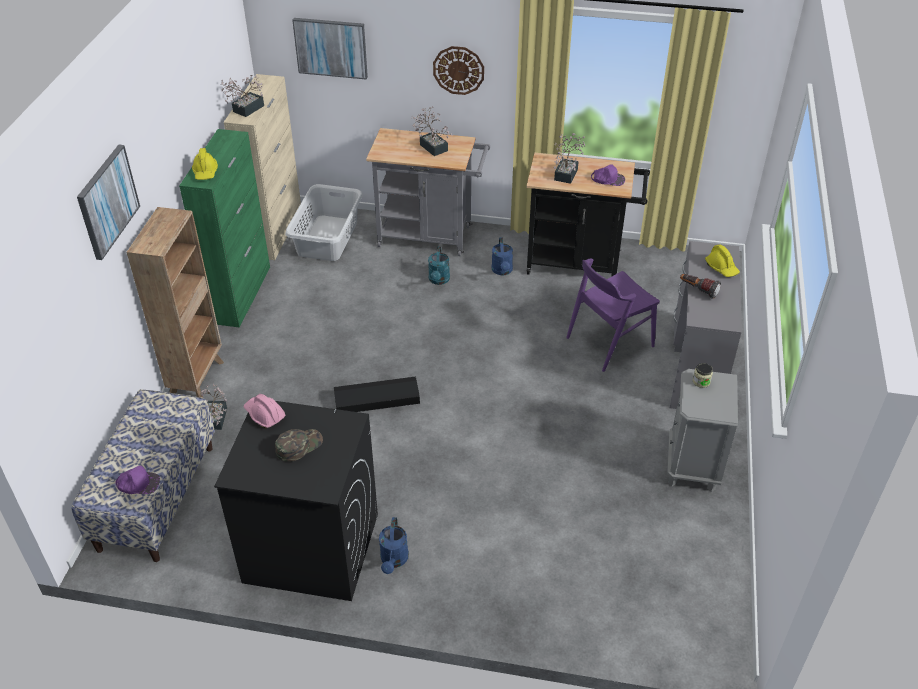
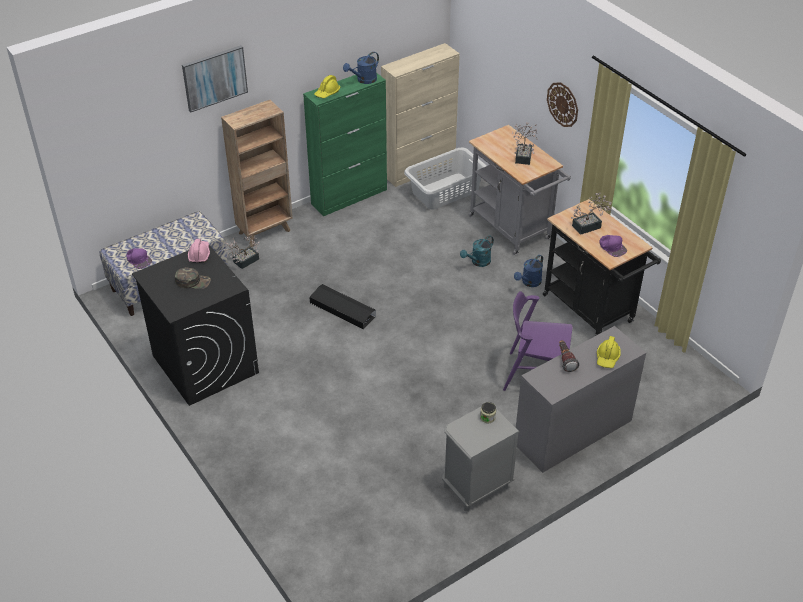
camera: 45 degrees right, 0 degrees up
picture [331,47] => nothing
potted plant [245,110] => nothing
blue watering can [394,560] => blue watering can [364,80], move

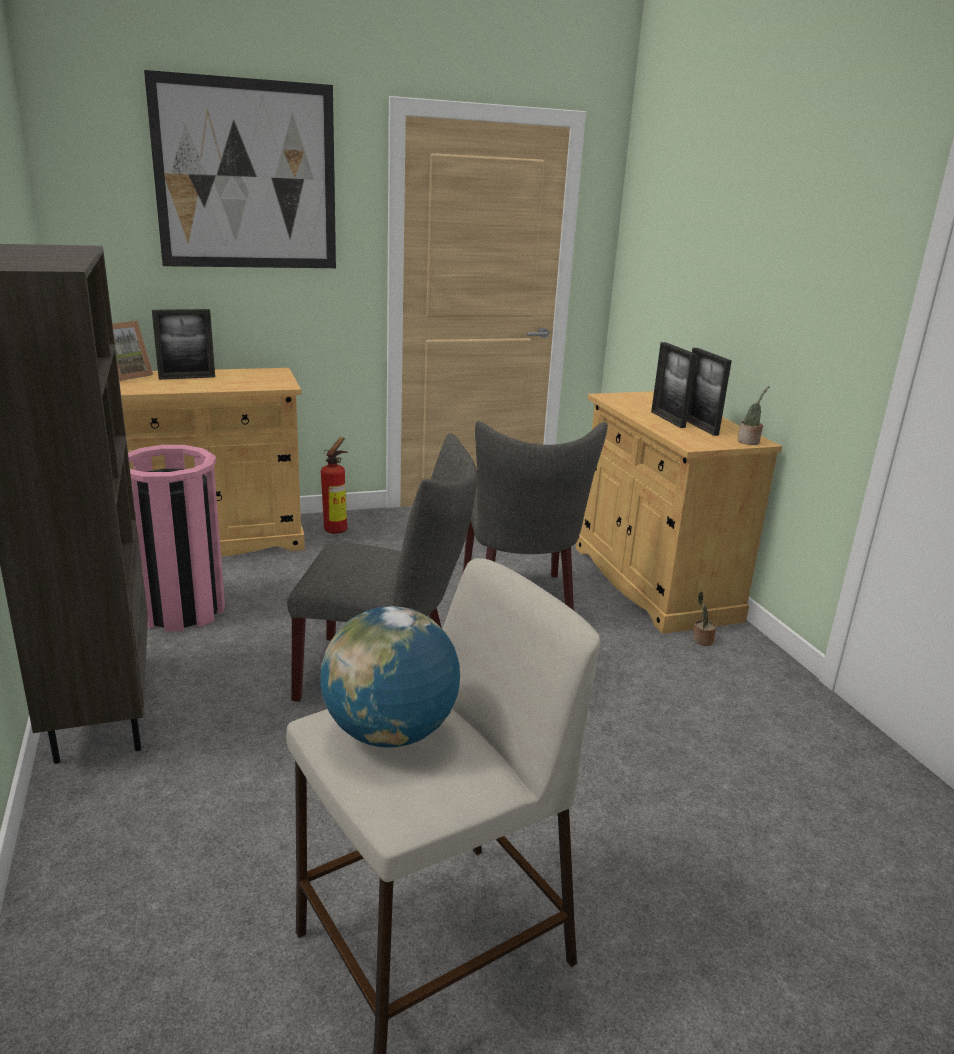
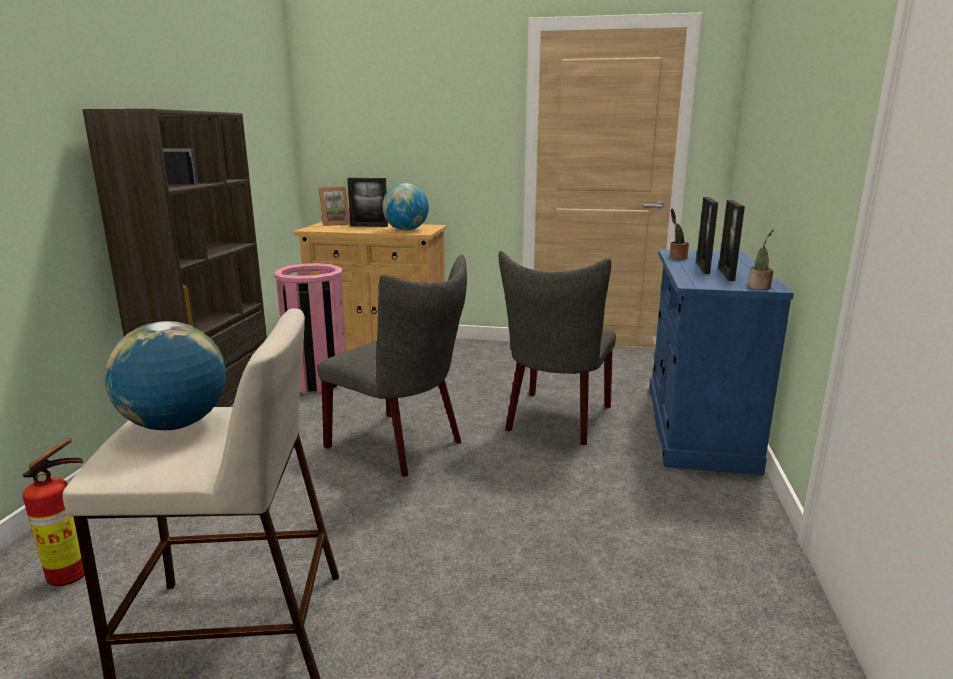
camera: 30 degrees right, 5 degrees down
picture [246,176] => nothing
beige cabinet [653,582] => blue cabinet [697,427]
fire extinguisher [338,529] => fire extinguisher [75,574], move
potted plant [701,640] => potted plant [676,258], move
nothing => globe [406,230]

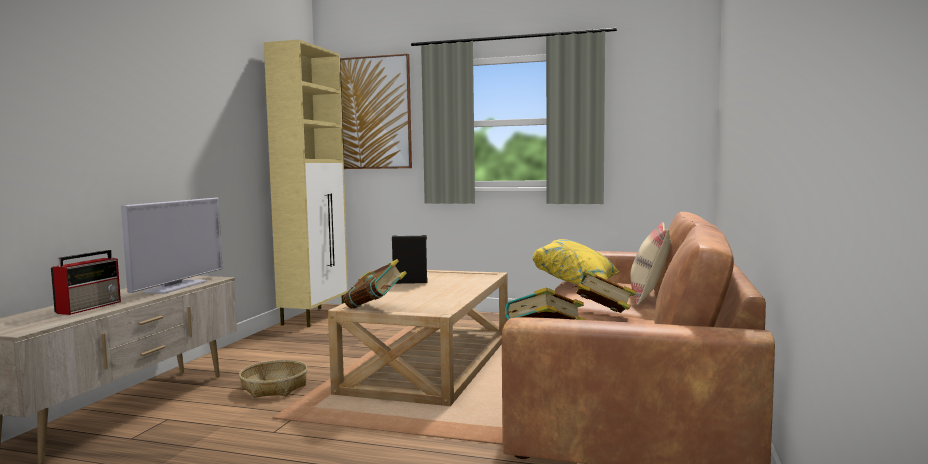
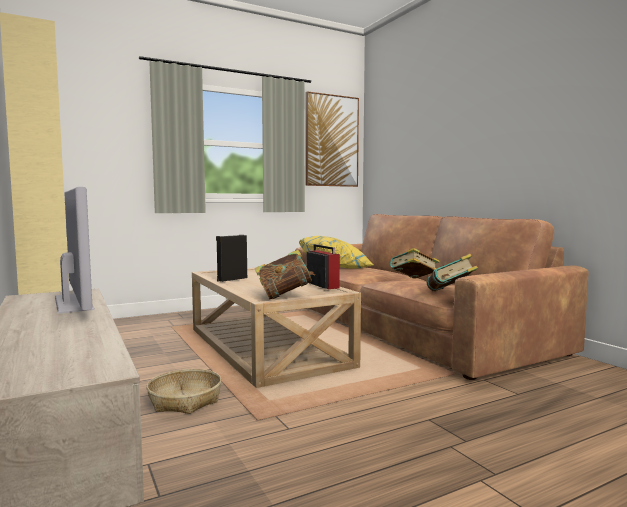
camera: 45 degrees left, 0 degrees up
picture [376,113] => picture [331,141], move
beige pillow [649,297] => nothing
radio [90,307] => radio [322,285], move

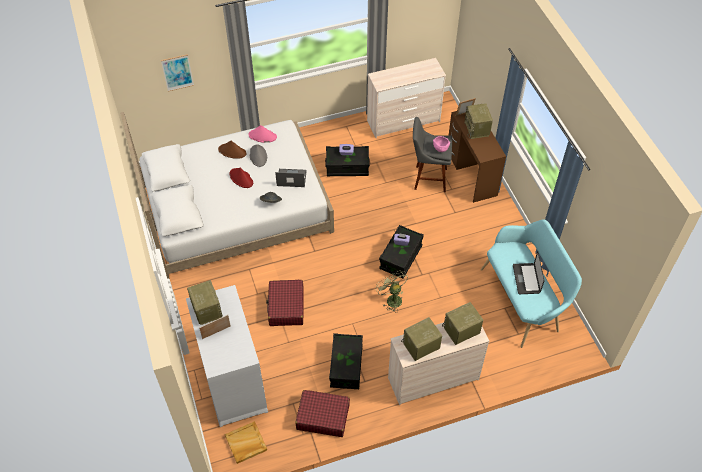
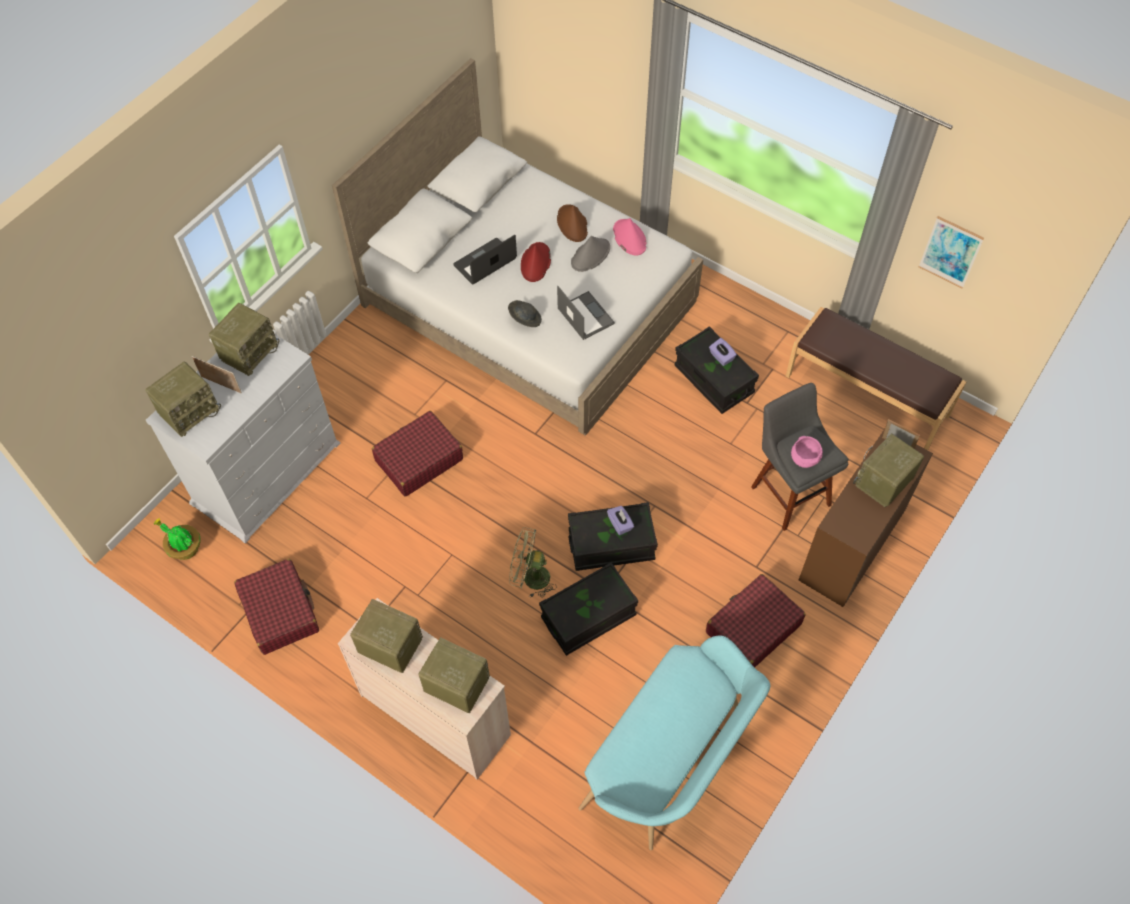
camera: 55 degrees right, 5 degrees up
picture [177,72] => picture [950,252], move
beige dresser [403,121] => brown bench [867,394]
laptop [526,279] => laptop [485,262], move
green fan [391,299] => green fan [530,578], 105 degrees counterclockwise
black storage box [346,366] => black storage box [588,617], move
beige tray [246,443] => potted plant [184,548]
nothing => radio [190,411]
nothing => red suitcase [752,628]

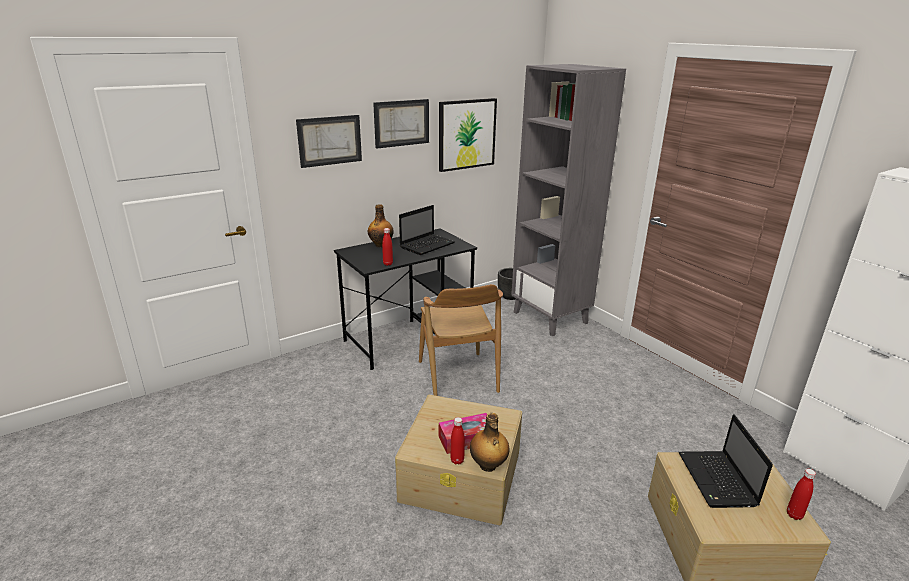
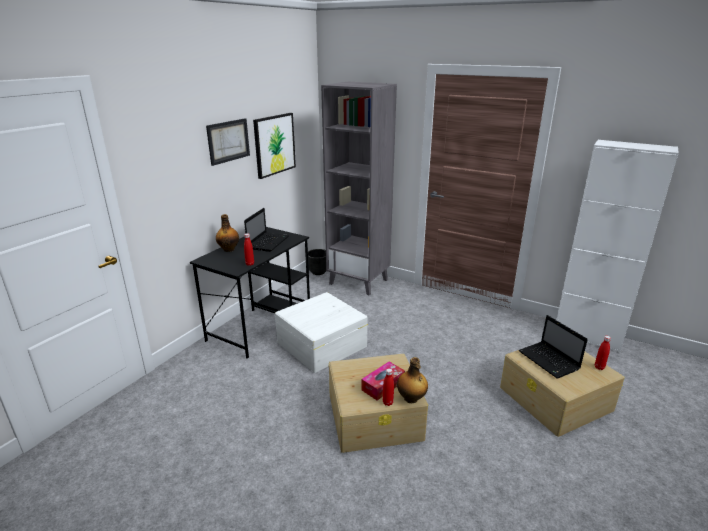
camera: 25 degrees left, 0 degrees up
picture [329,140] => nothing
brown chair [457,376] => white storage box [321,344]

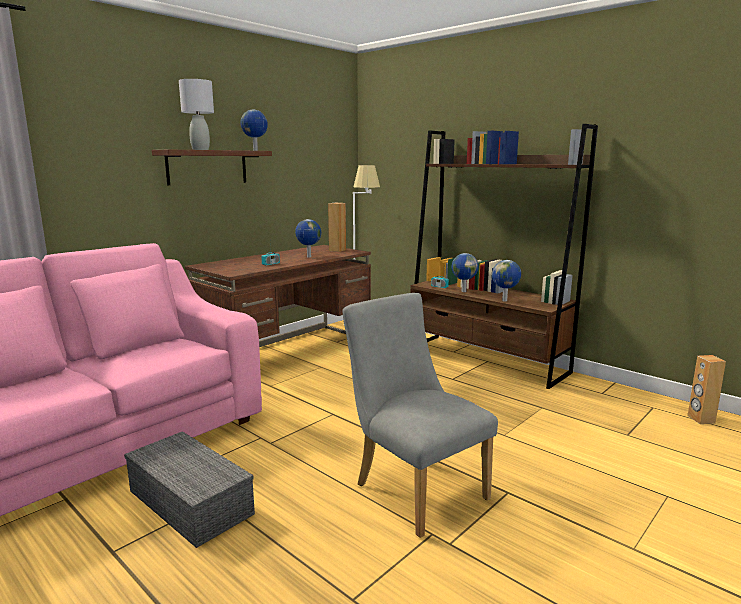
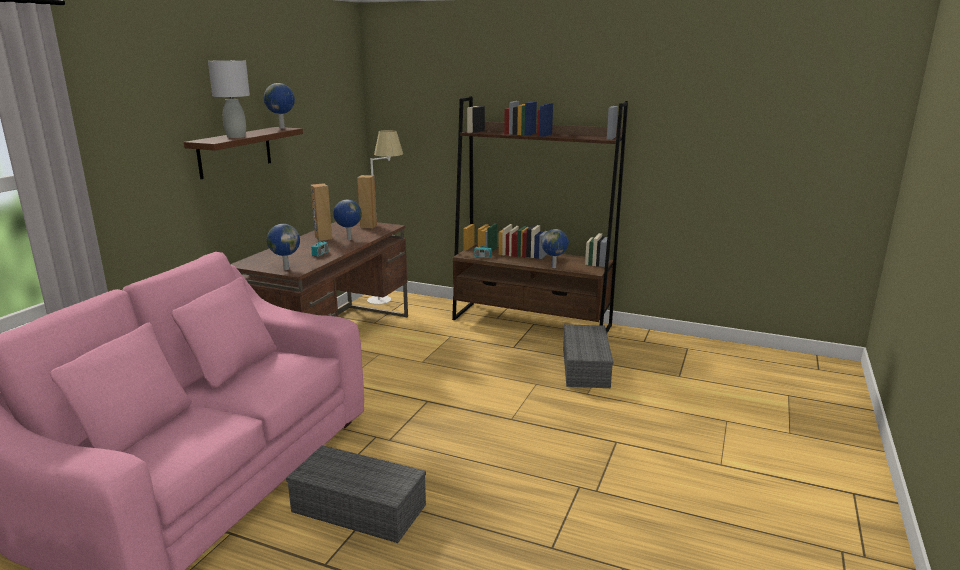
camera: 20 degrees left, 5 degrees up
globe [463,291] => globe [286,269], move
grey chair [414,488] => nothing
brown speaker [700,419] => brown speaker [323,238], move
nothing => grey storage box [584,366]

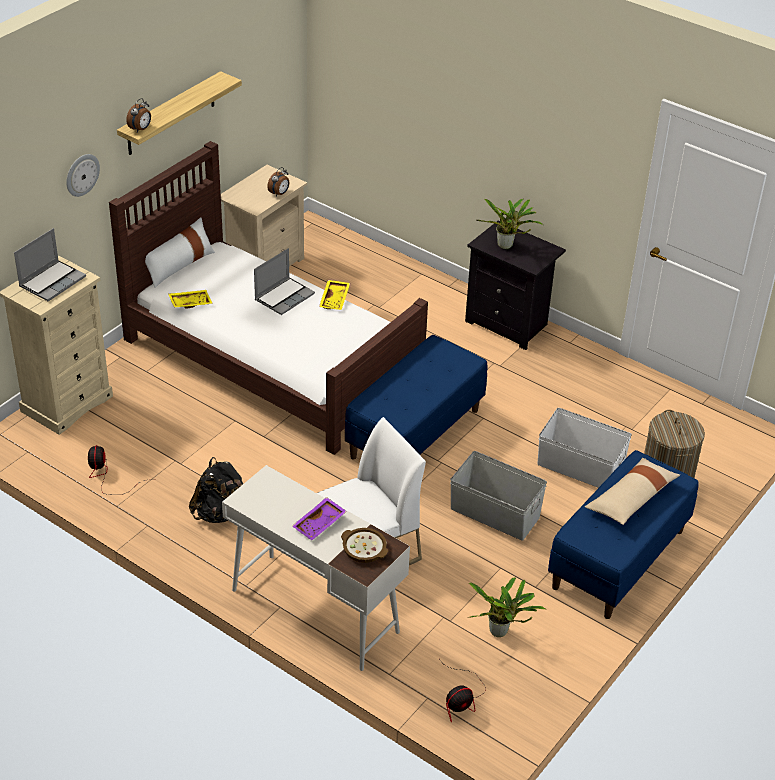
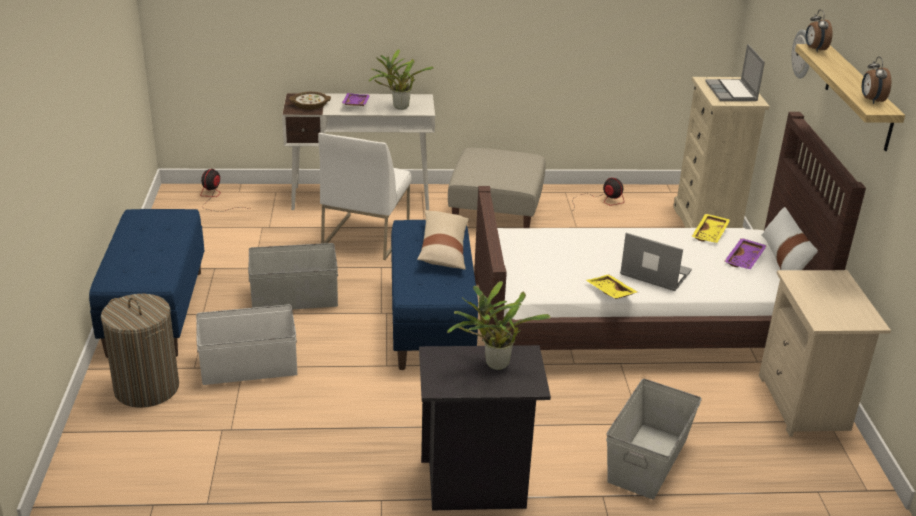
camera: 140 degrees right, 10 degrees down
alarm clock [279,194] => alarm clock [871,100], move
laptop [284,296] => laptop [654,274], 120 degrees clockwise
black backpack [220,513] => beige ottoman [496,215]
beige pillow [631,499] => beige pillow [443,249], move
potted plant [501,633] => potted plant [398,107], move
nothing => purple tray [745,260]
nothing => grey storage box [647,460]

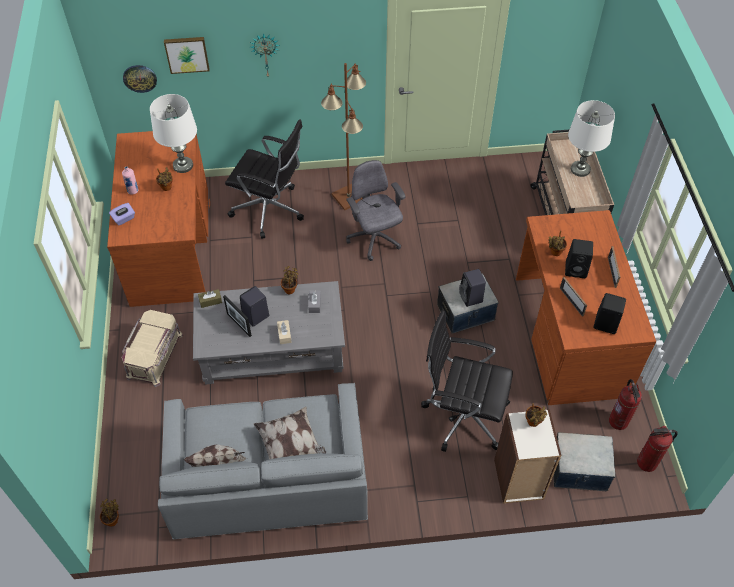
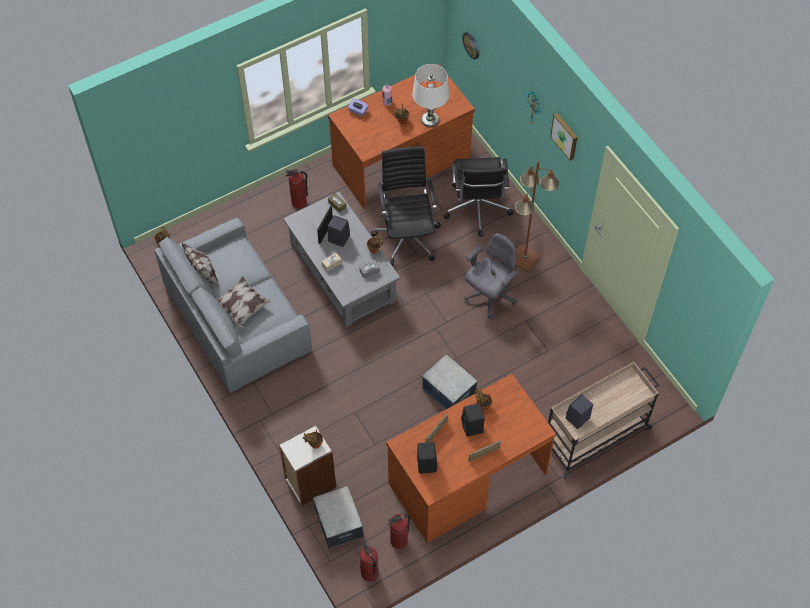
camera: 65 degrees right, 5 degrees up
picture [187,54] => picture [565,136], move
white table lamp [580,169] => nothing
black speaker [471,298] => black speaker [577,419], move
beige storage box [155,356] => fire extinguisher [299,202]
black office chair [462,415] => black office chair [407,236], move

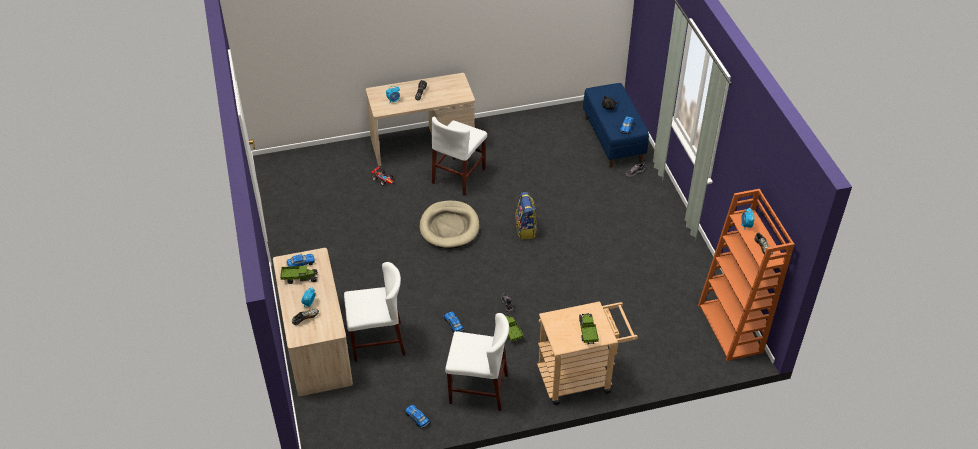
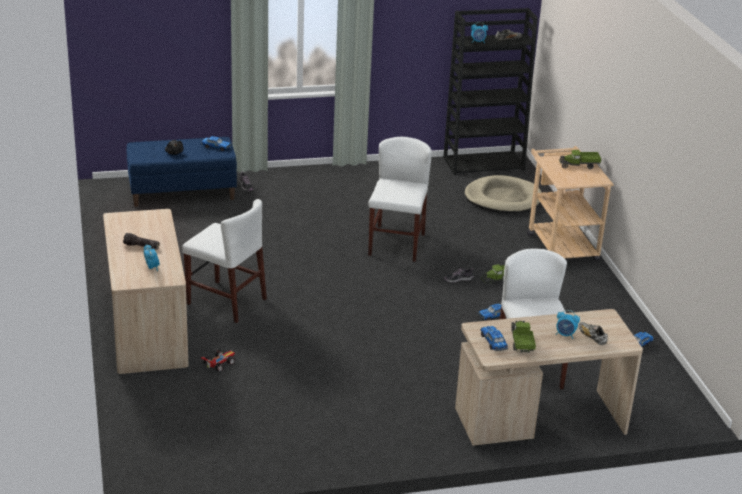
camera: 90 degrees left, 15 degrees down
orange bookcase [731,329] => black bookcase [484,163]
backpack [526,229] => nothing
beige dog bed [449,227] => beige dog bed [502,198], move
white chair [478,389] => white chair [396,245], move

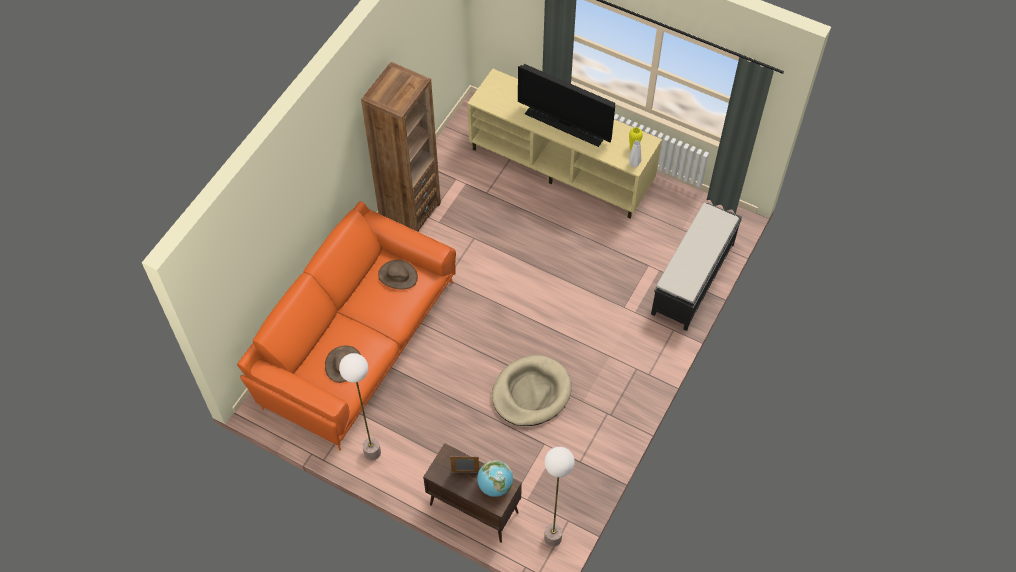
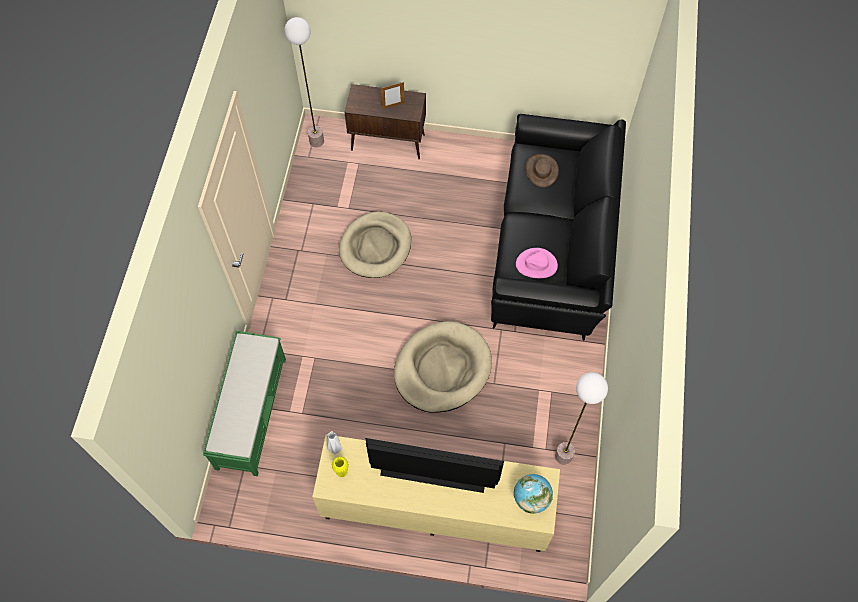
camera: 160 degrees right, 5 degrees up
brown bookcase [410,212] => nothing
orange sofa [356,341] => black sofa [553,242]
black bench [692,280] => green bench [251,411]
brown hat [397,276] => pink hat [536,264]
floor lamp [372,452] => floor lamp [563,456], move
globe [495,486] => globe [531,498], move
nothing => beige dog bed [442,369]

